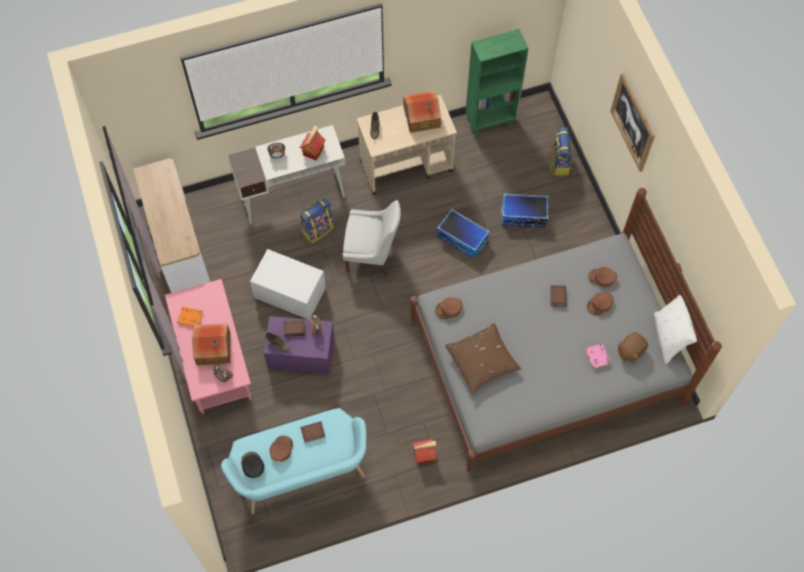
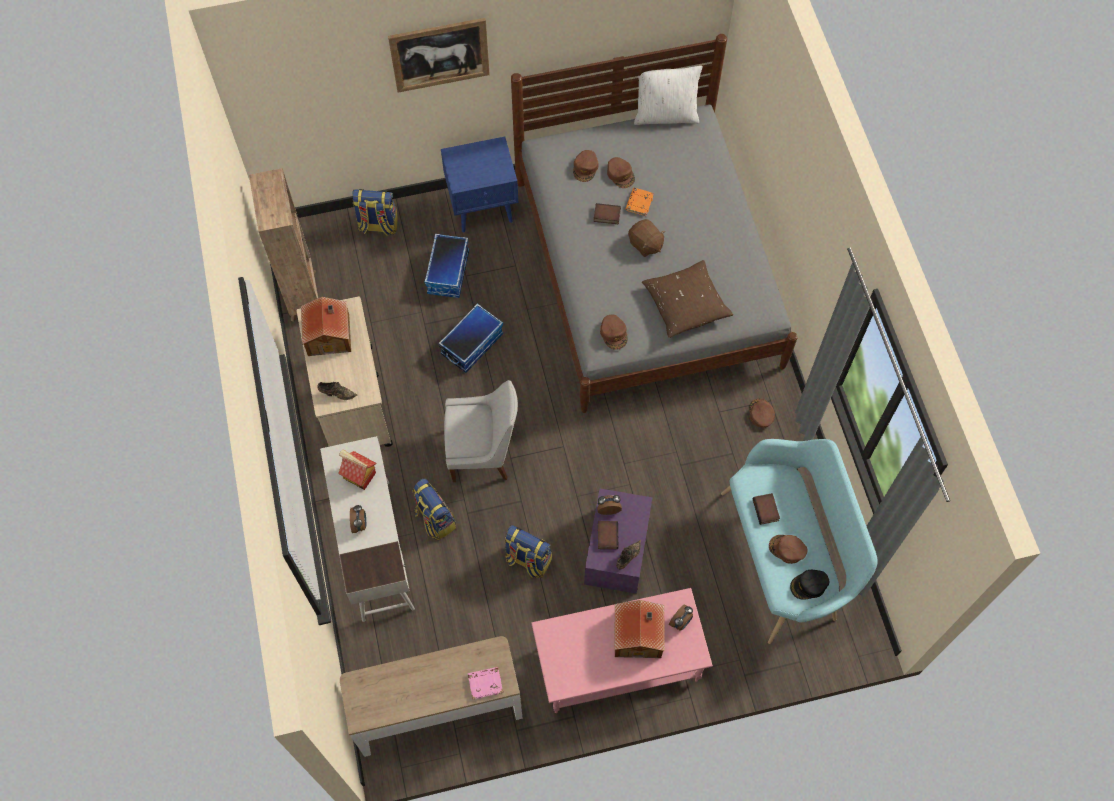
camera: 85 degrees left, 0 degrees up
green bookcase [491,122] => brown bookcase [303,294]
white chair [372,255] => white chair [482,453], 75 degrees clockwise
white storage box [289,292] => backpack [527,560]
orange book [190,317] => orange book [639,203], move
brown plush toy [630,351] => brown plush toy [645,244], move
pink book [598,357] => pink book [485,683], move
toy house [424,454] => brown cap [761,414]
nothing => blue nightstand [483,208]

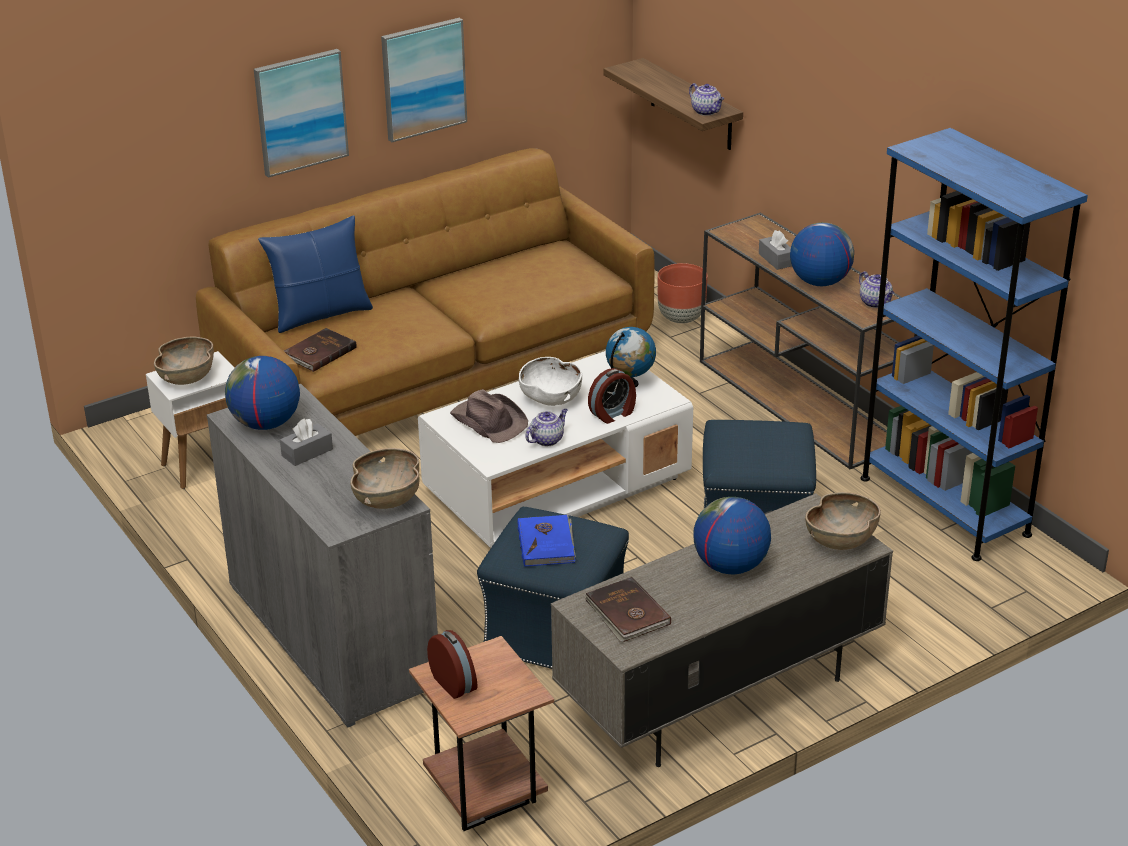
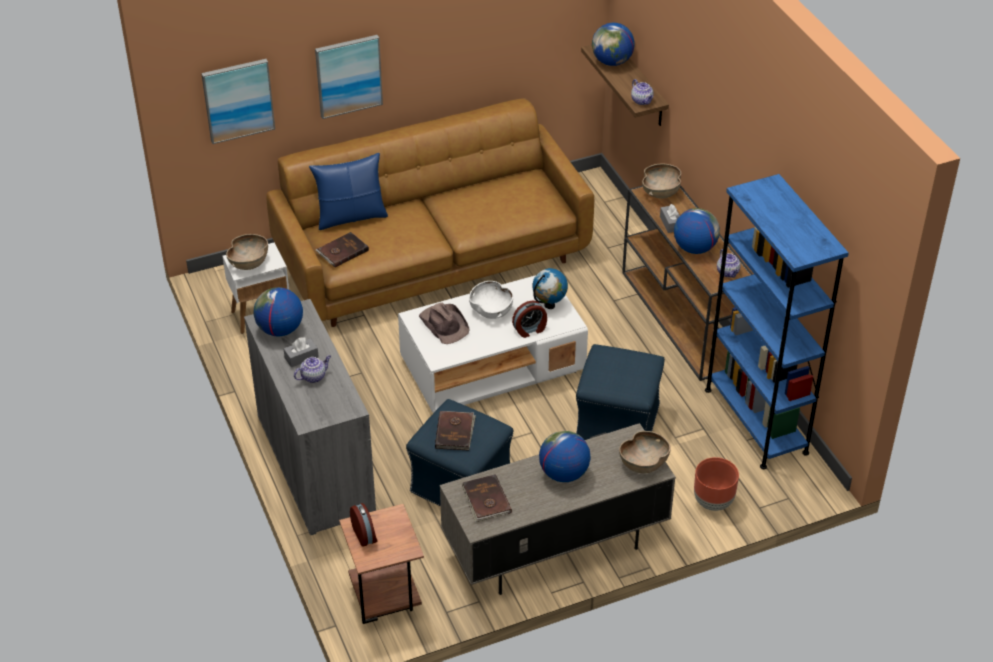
camera: 10 degrees right, 10 degrees up
picture [423,79] => picture [238,100], move
brown planter [681,319] => brown planter [713,502], move
teapot [547,439] => teapot [313,376], move
brown bowl [387,498] => brown bowl [661,192], move
blue book [547,543] => brown book [455,432]
nothing => globe [612,62]

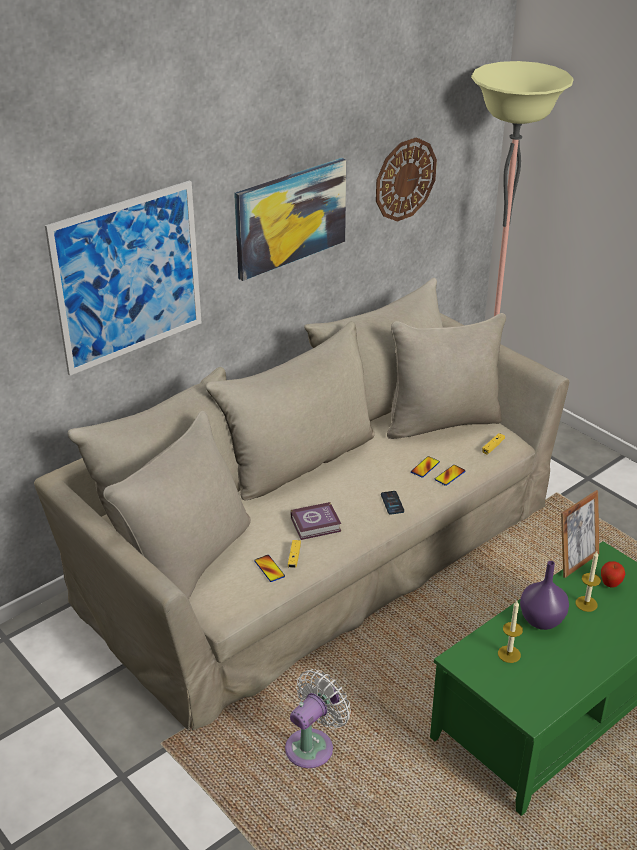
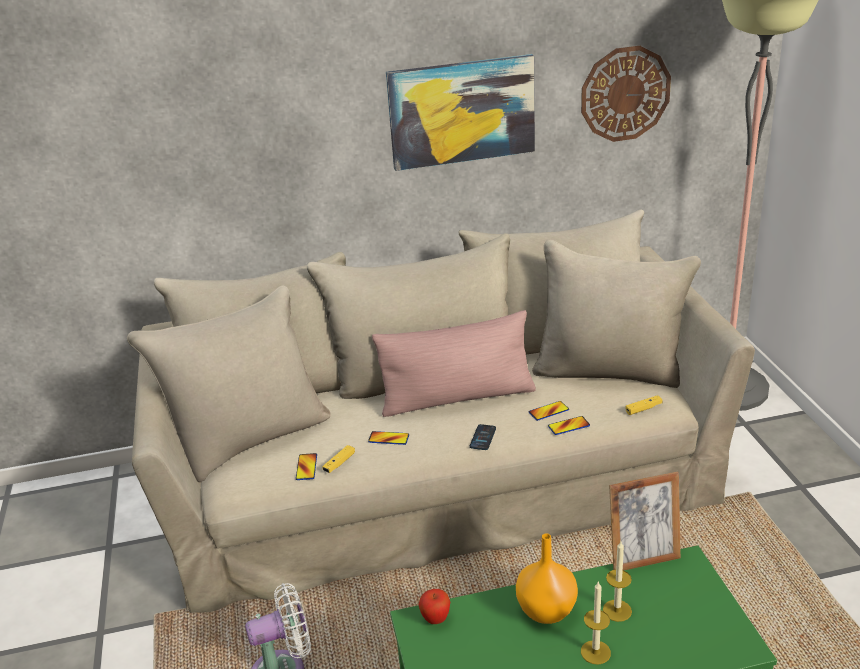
camera: 30 degrees right, 5 degrees down
picture [128,277] => nothing
book [317,525] => phone [388,439]
purple vase [541,619] => orange vase [546,610]
apple [610,584] => apple [435,619], move
candle [509,654] => candle [595,652], move
nothing => pink pillow [457,398]

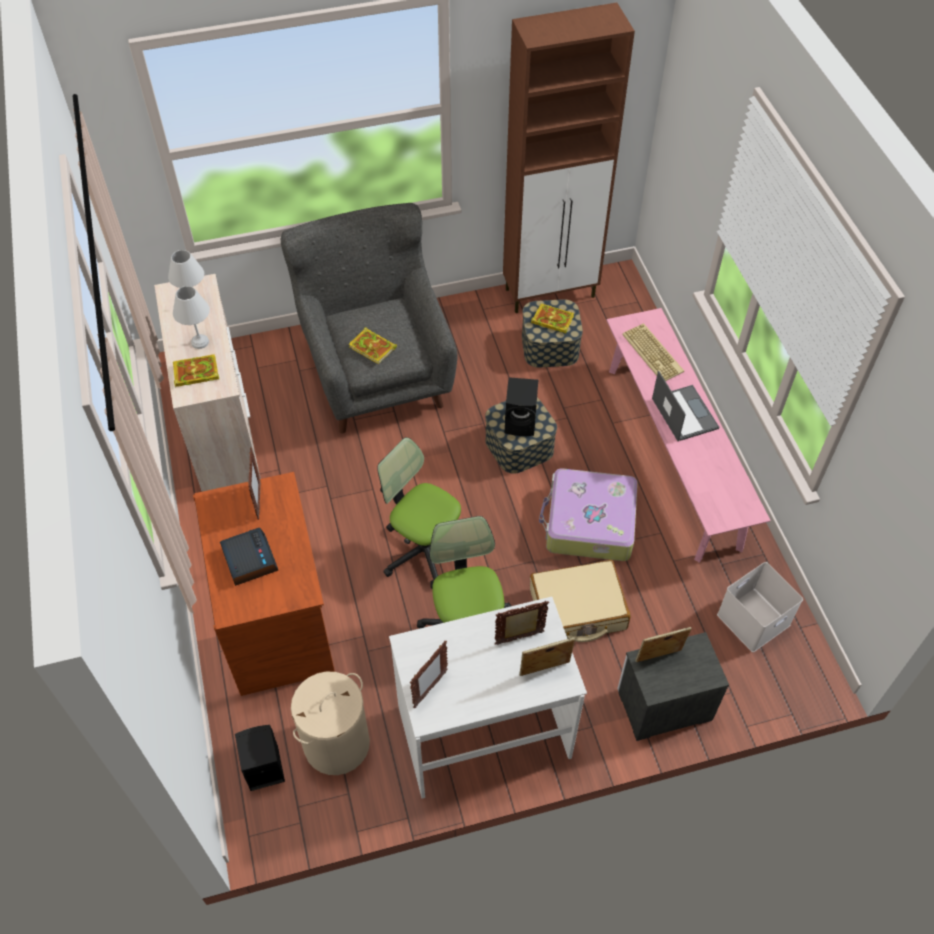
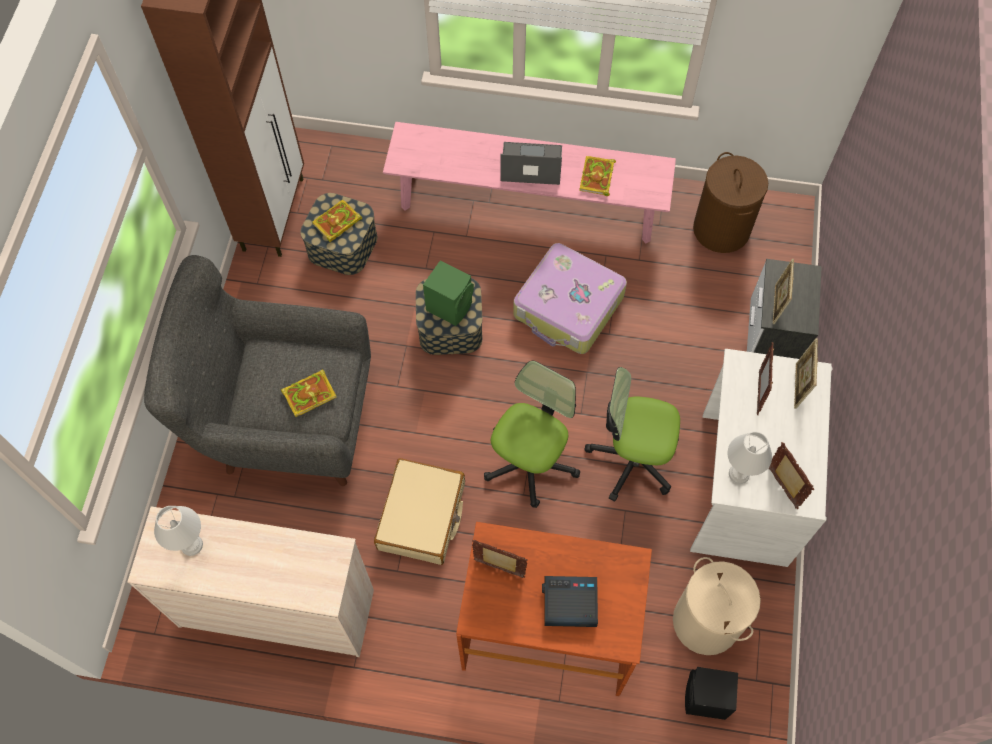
camera: 65 degrees left, 10 degrees up
white table lamp [200,341] => white table lamp [738,473], move
keyboard [654,353] => nothing
book [195,373] => book [597,178], move
black speaker [521,422] => green speaker [450,305]
office chair [423,550] => office chair [530,462], 150 degrees clockwise
beige suitcase [577,610] => beige suitcase [422,516], move
white storage box [753,618] => brown laundry basket [721,229]

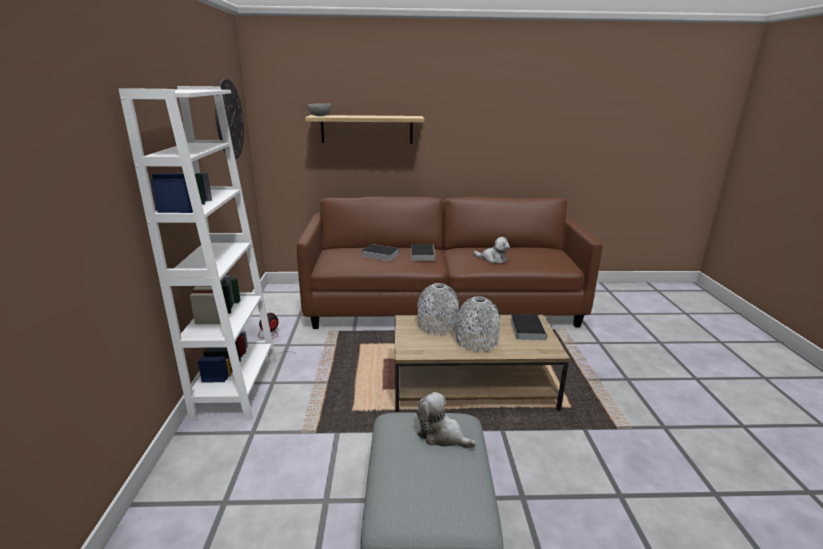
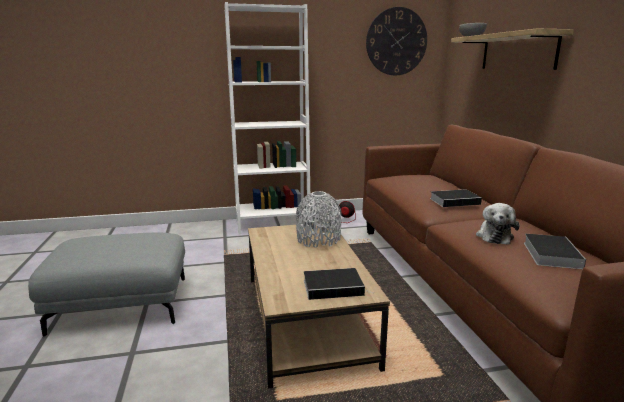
camera: 80 degrees right, 5 degrees down
book [379,254] => book [550,254], move
grey vase [476,341] => nothing
plush toy [442,435] => nothing

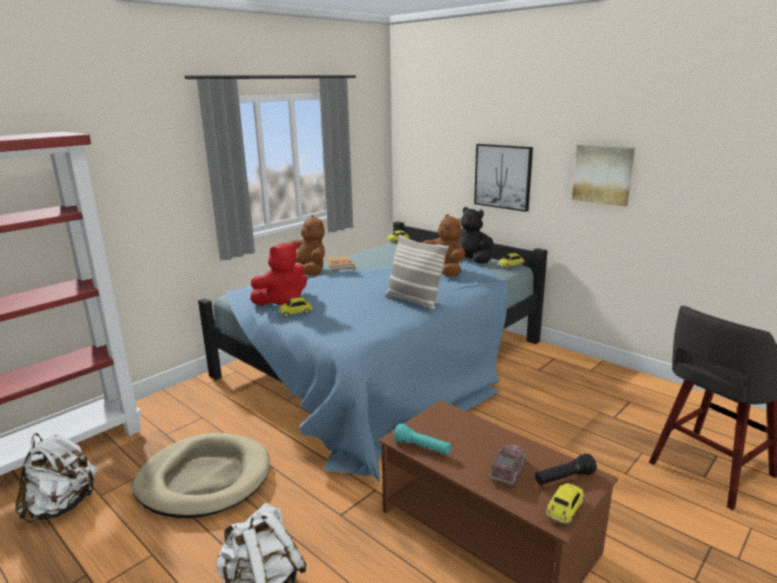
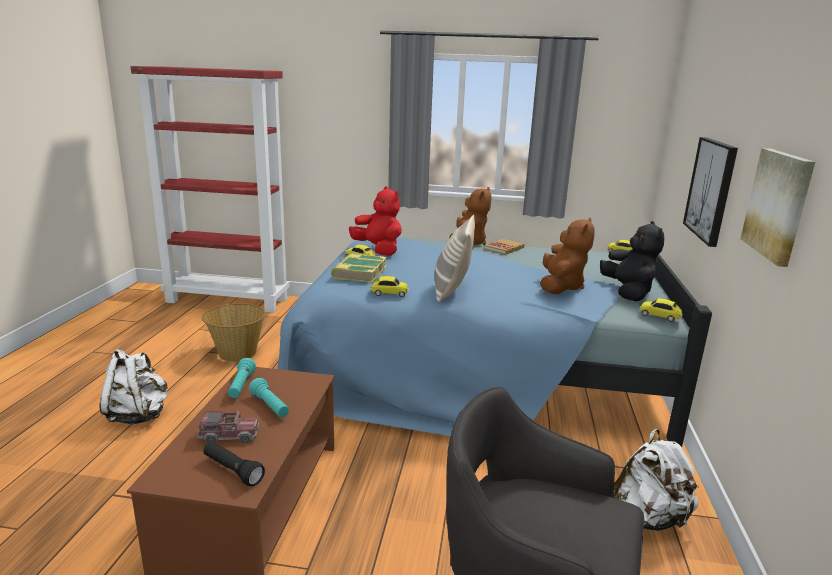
camera: 55 degrees right, 0 degrees up
red plush toy [282,301] => red plush toy [378,250], 150 degrees counterclockwise
white backpack [62,506] => white backpack [647,518], move
beige dog bed [204,479] => basket [237,353]
toy car [565,509] => toy car [389,293], move
nothing => book [359,273]
nothing => turquoise flashlight [270,406]

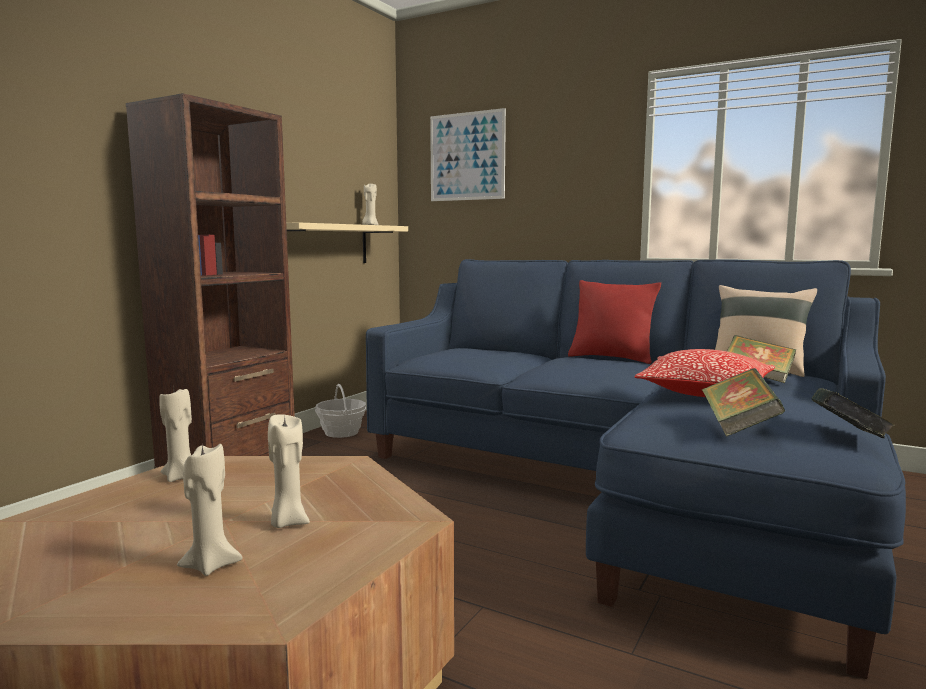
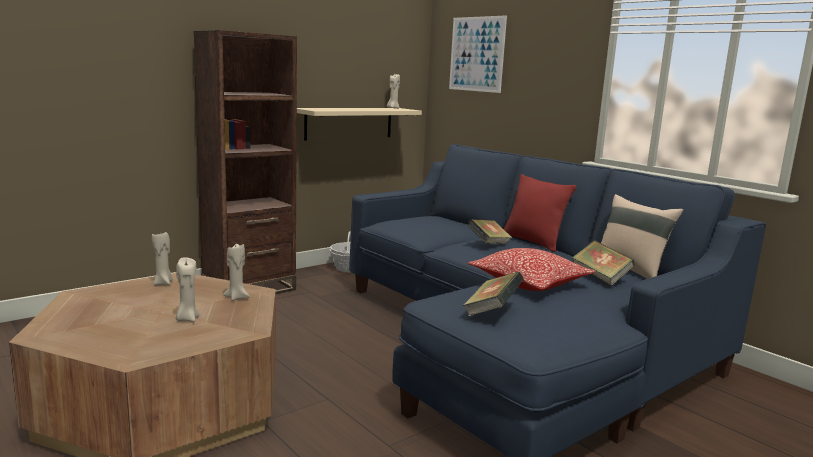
camera: 20 degrees right, 5 degrees up
book [847,438] => book [488,244], move
beige candle [210,565] => beige candle [236,297], move

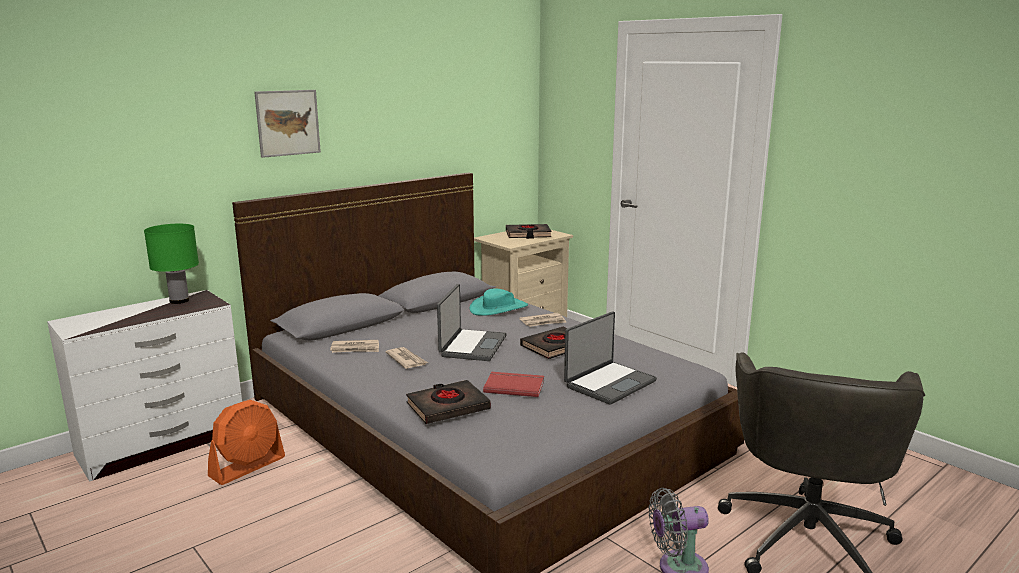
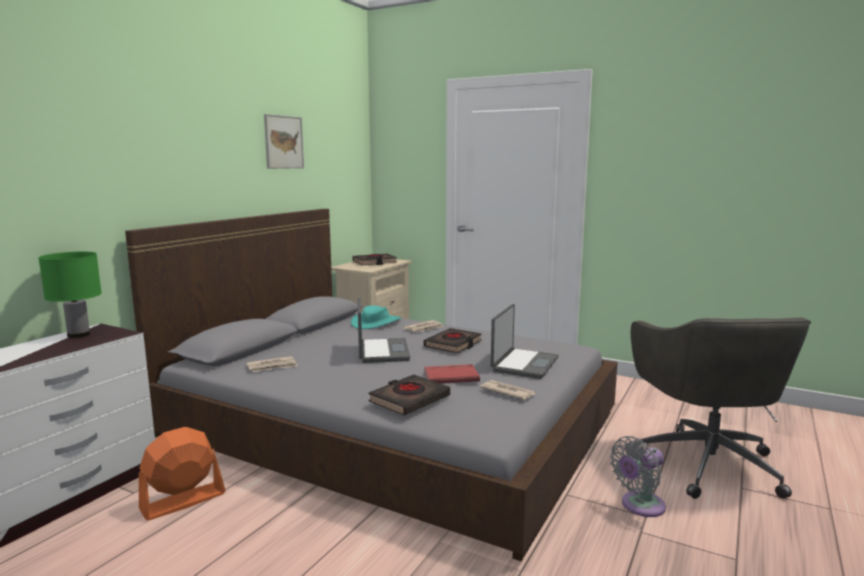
camera: 20 degrees left, 5 degrees down
picture [288,123] => picture [283,142], move
newspaper [406,360] => newspaper [507,392], move
orange fan [248,467] => orange fan [182,501], 150 degrees counterclockwise

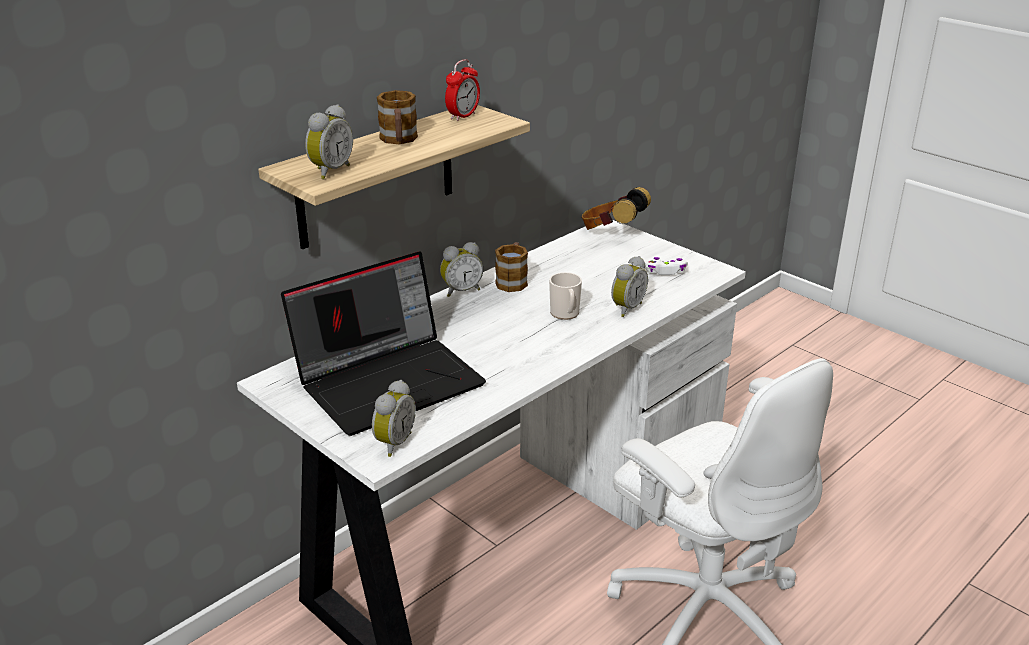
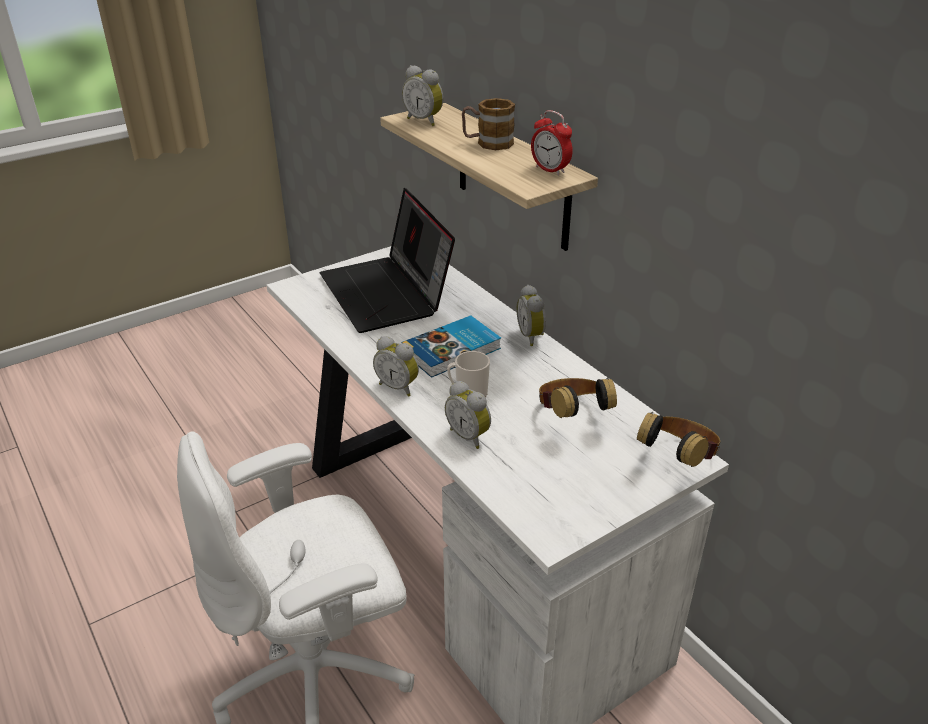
camera: 100 degrees right, 5 degrees up
mug [512,280] => nothing
white game controller [664,271] => nothing
alarm clock [393,443] => alarm clock [398,387], move
nothing => book [453,350]
nothing => headphones [571,417]

